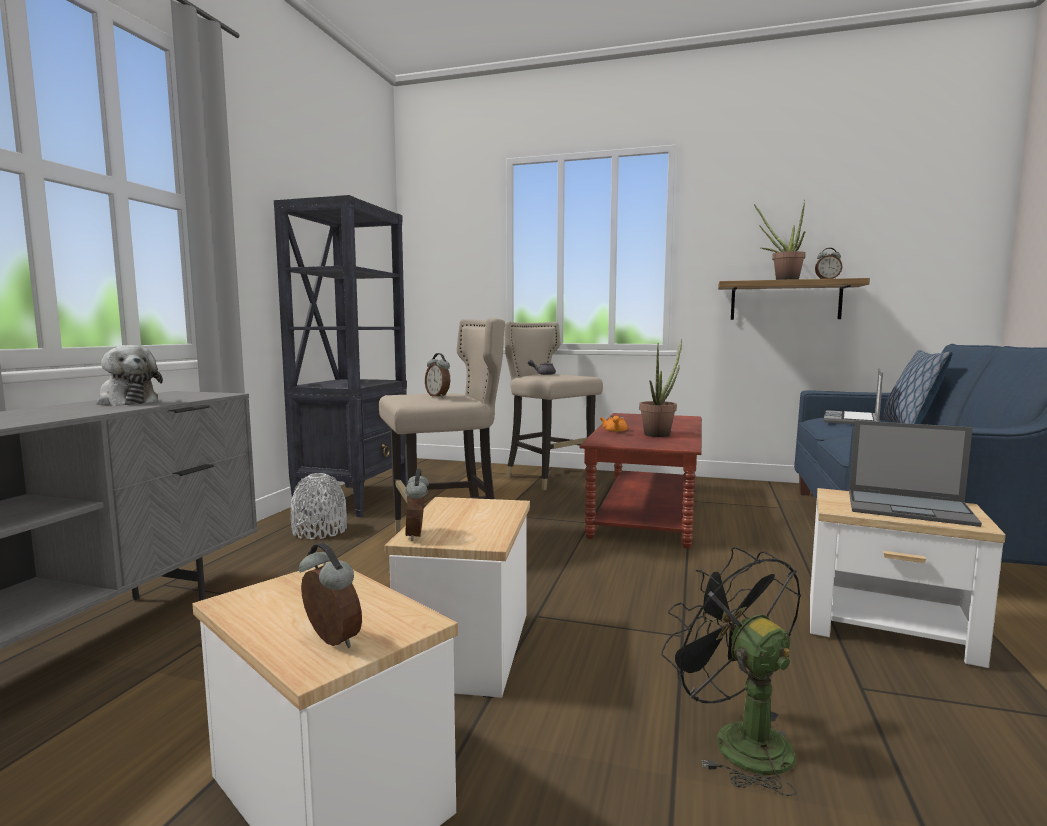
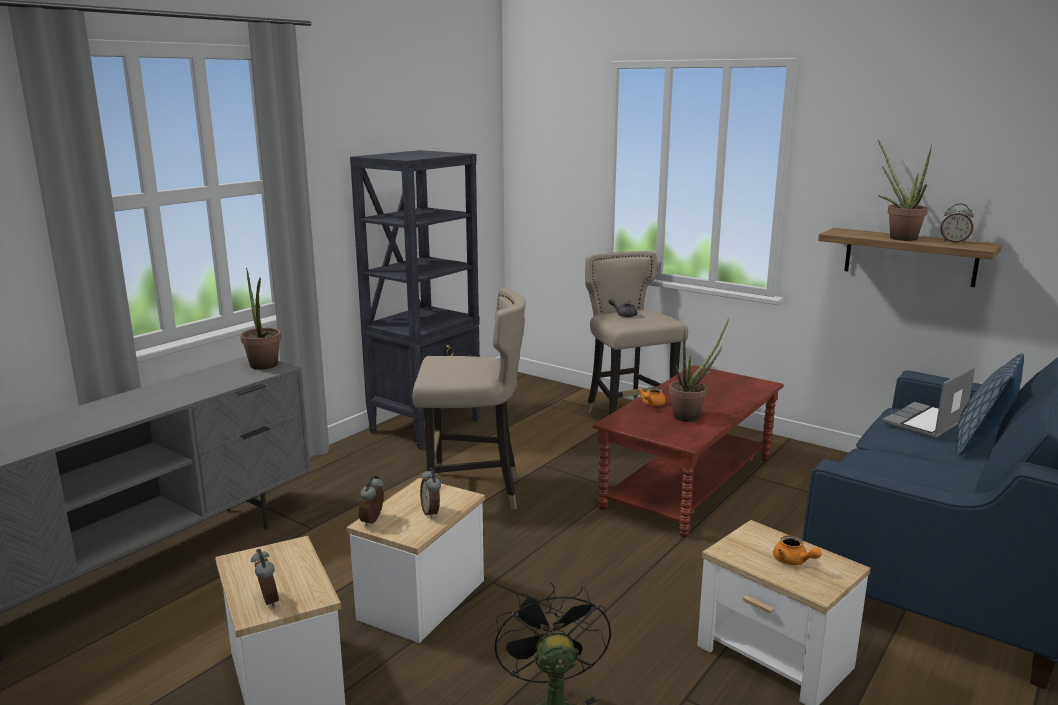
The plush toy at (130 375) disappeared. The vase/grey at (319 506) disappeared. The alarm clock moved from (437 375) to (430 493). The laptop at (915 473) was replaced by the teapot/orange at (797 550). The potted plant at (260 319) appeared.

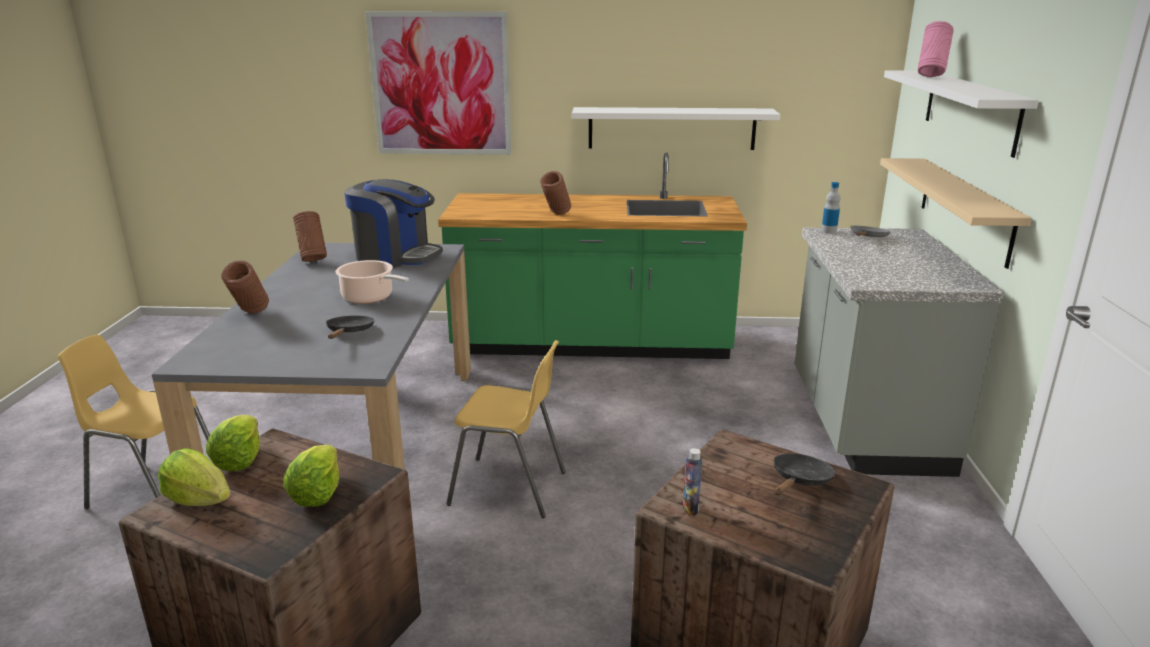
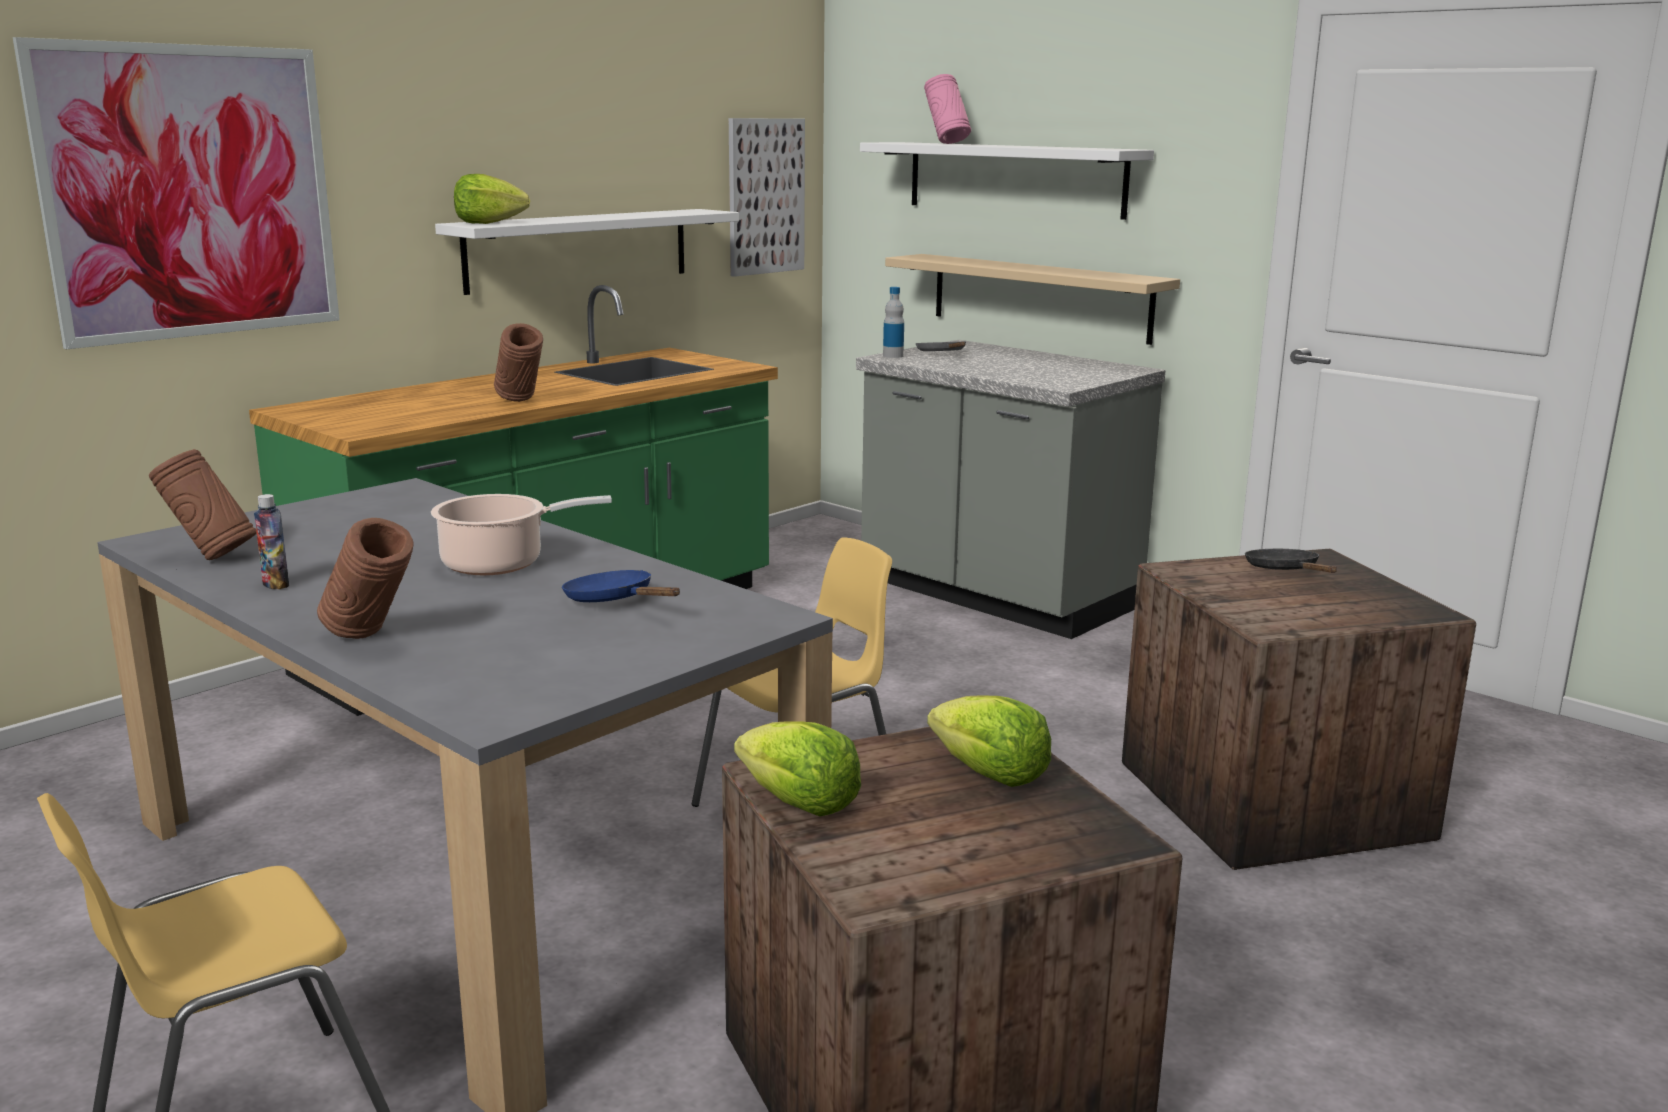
The lettuce moved from (194 477) to (492 199). The frying pan/black at (350 327) became the frying pan/blue at (621 586). The coffee machine at (393 223) disappeared. The bottle moved from (693 482) to (271 541). The picture at (767 197) appeared.

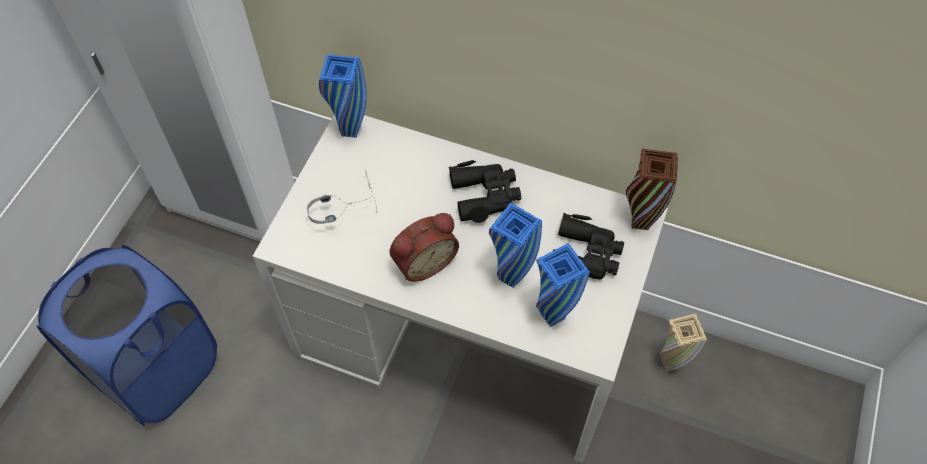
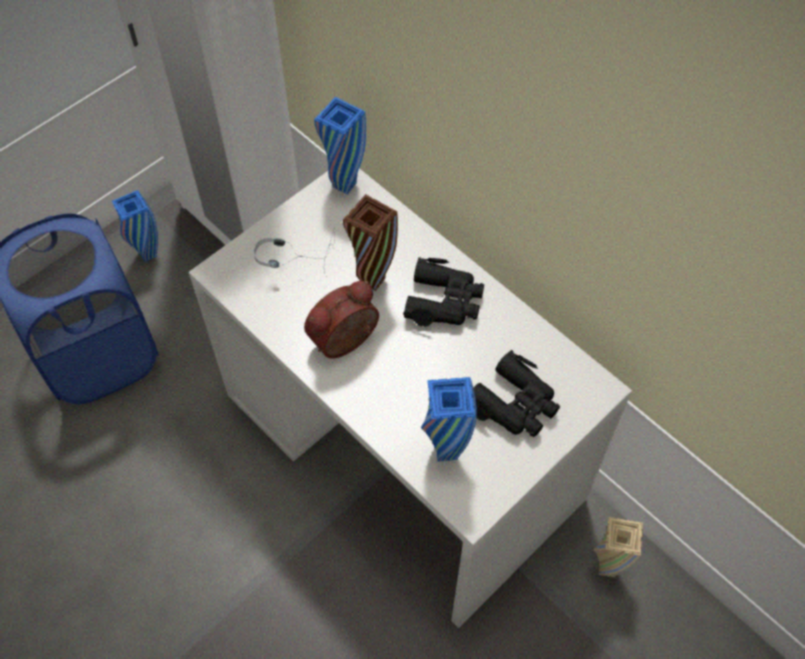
The alarm clock at (424 247) turned 150 degrees clockwise. The vase/blue moved from (515 245) to (135 226). The vase/brown moved from (652 189) to (370 242).

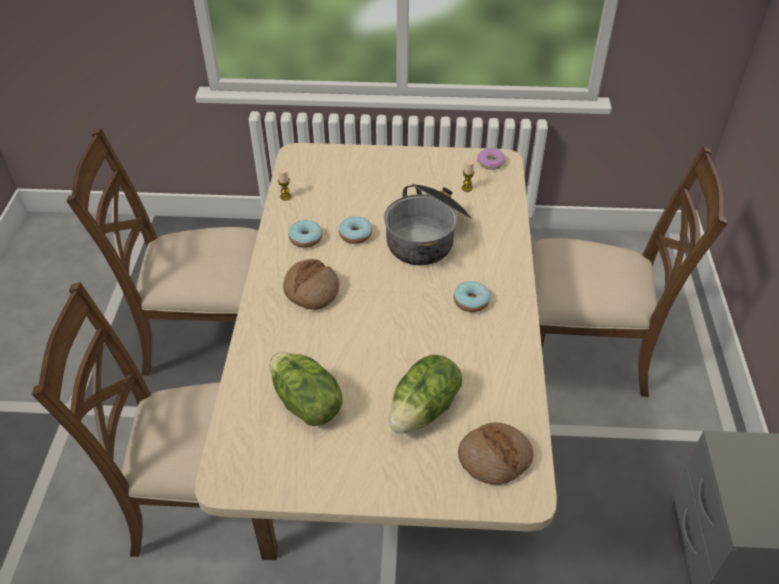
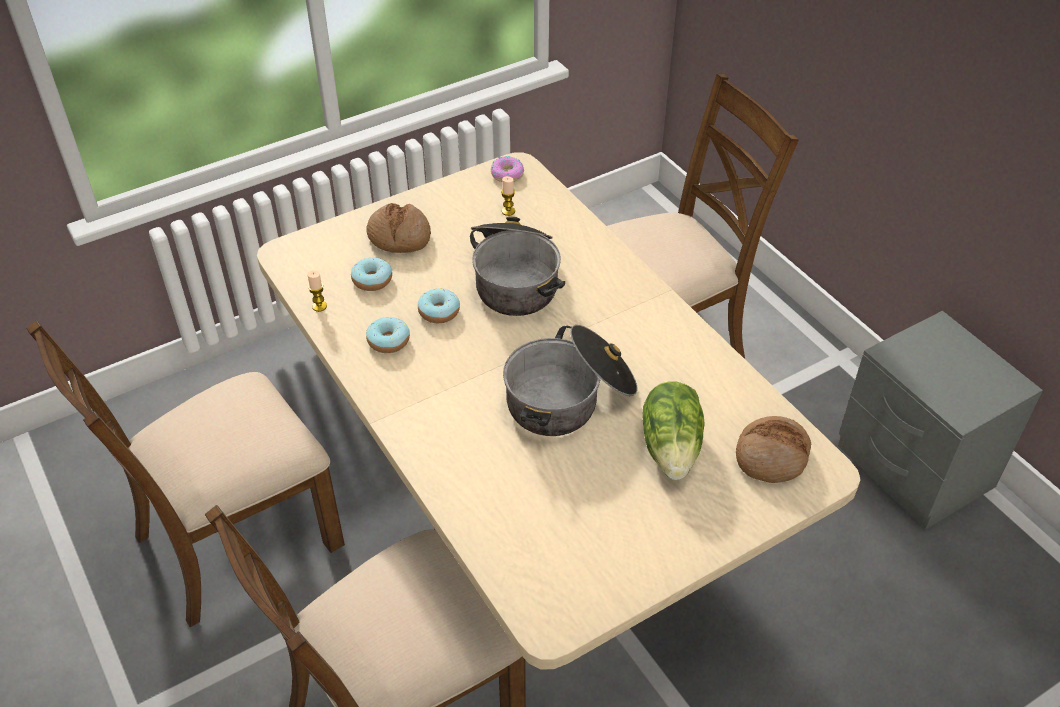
The lettuce at (306 389) disappeared. The bread moved from (311 284) to (398 228). The donut moved from (472 296) to (371 274). The cooking pot at (570 380) appeared.

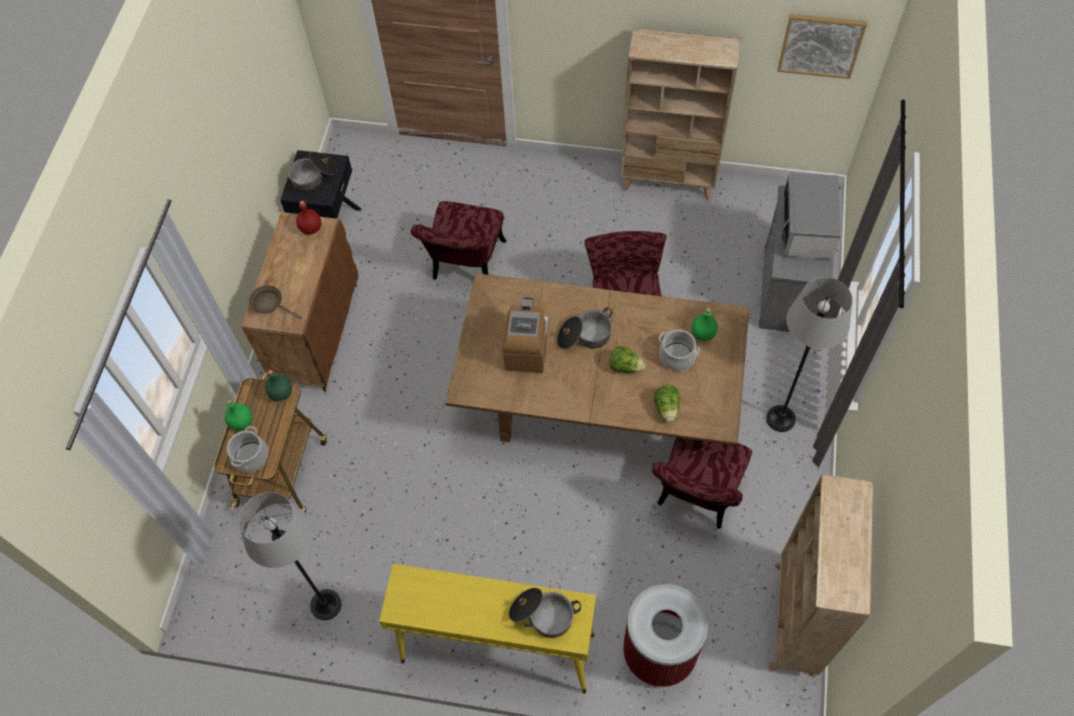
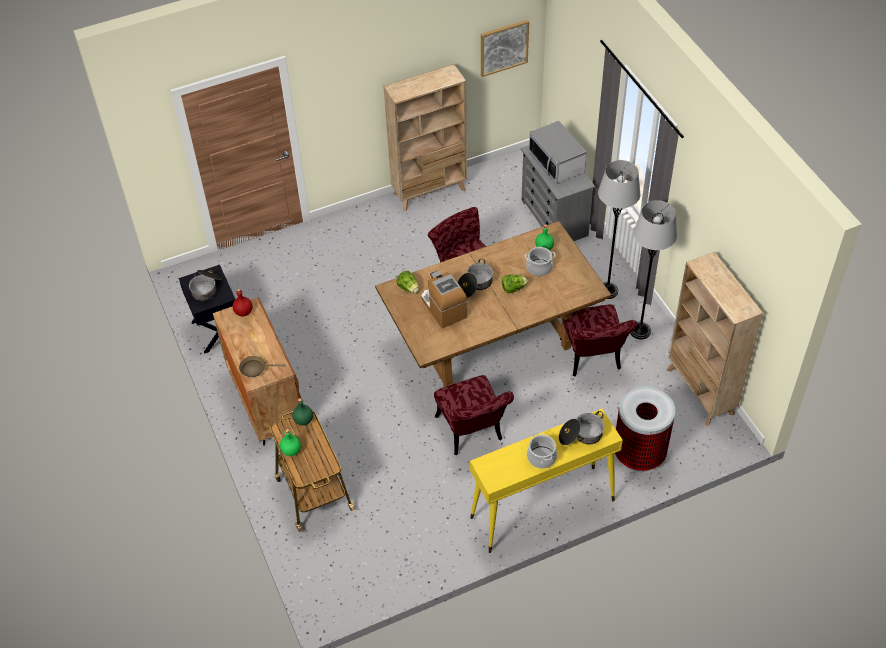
The cooking pot moved from (247 449) to (542 450). The floor lamp/grey moved from (290 556) to (653 269). The chair/red moved from (458 240) to (474 415). The lettuce moved from (667 403) to (408 282).

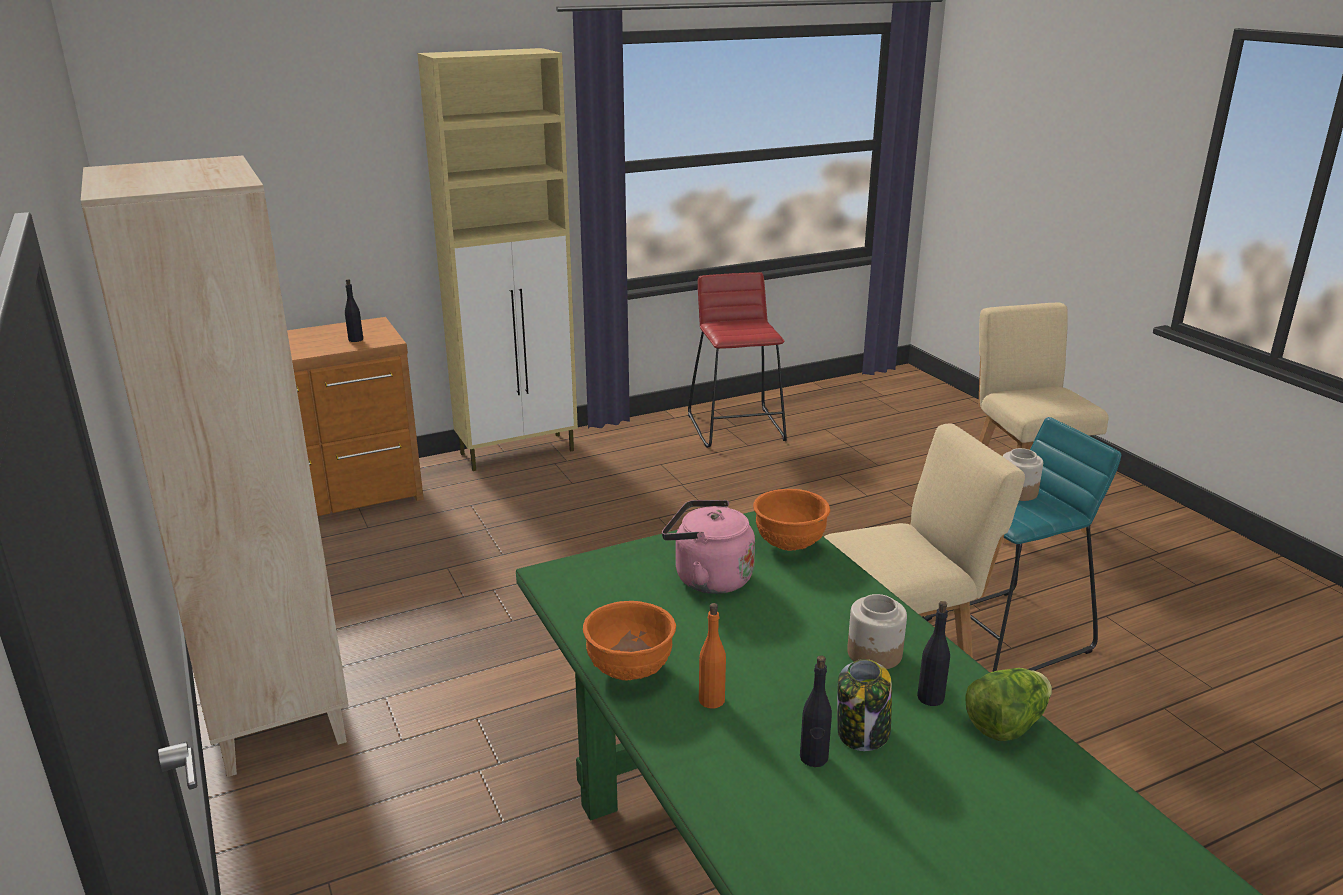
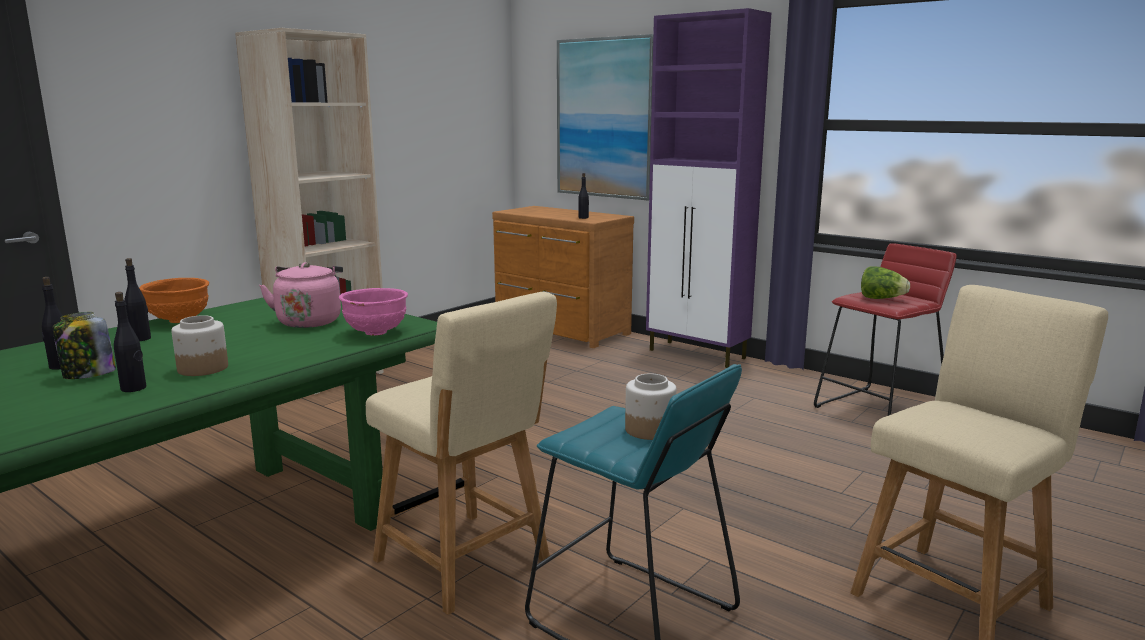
The cabinet/beige at (497 259) became the cabinet/purple at (708 188). The bottle/orange at (712 656) became the bottle/black at (137 299). The bowl/orange at (791 520) became the bowl/pink at (373 312). The lettuce moved from (1008 704) to (885 282). The picture at (605 117) appeared.

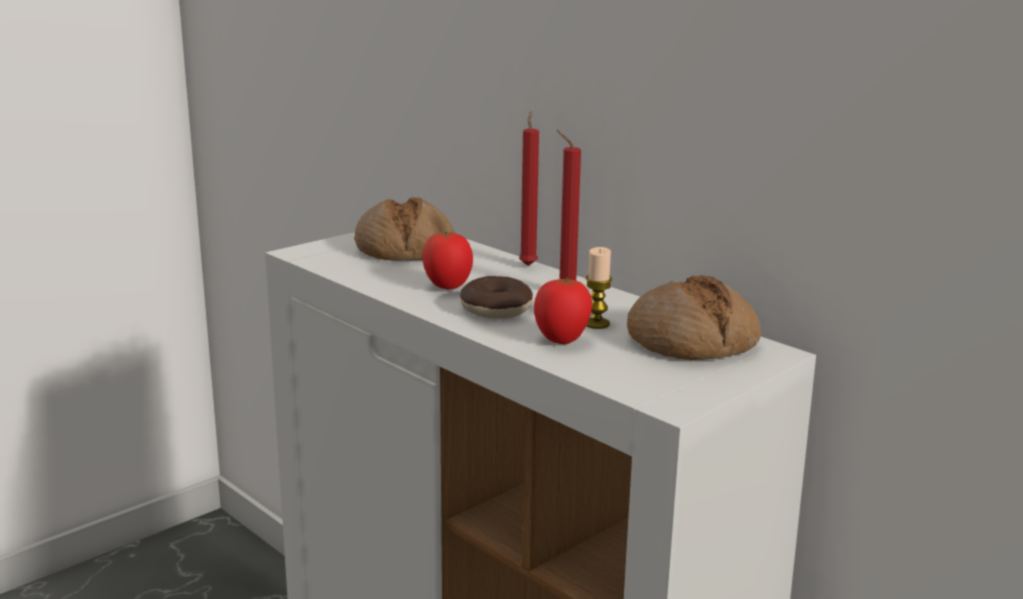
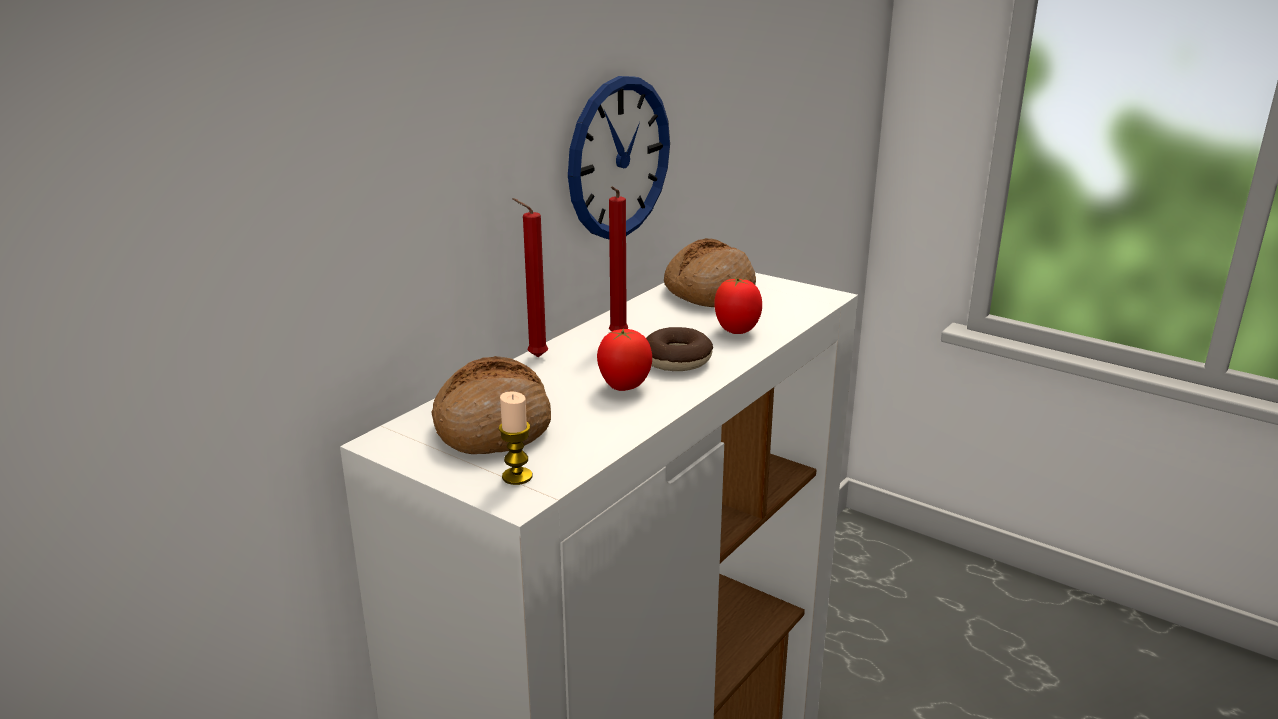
The candle moved from (598 288) to (515 438). The wall clock at (619 157) appeared.

